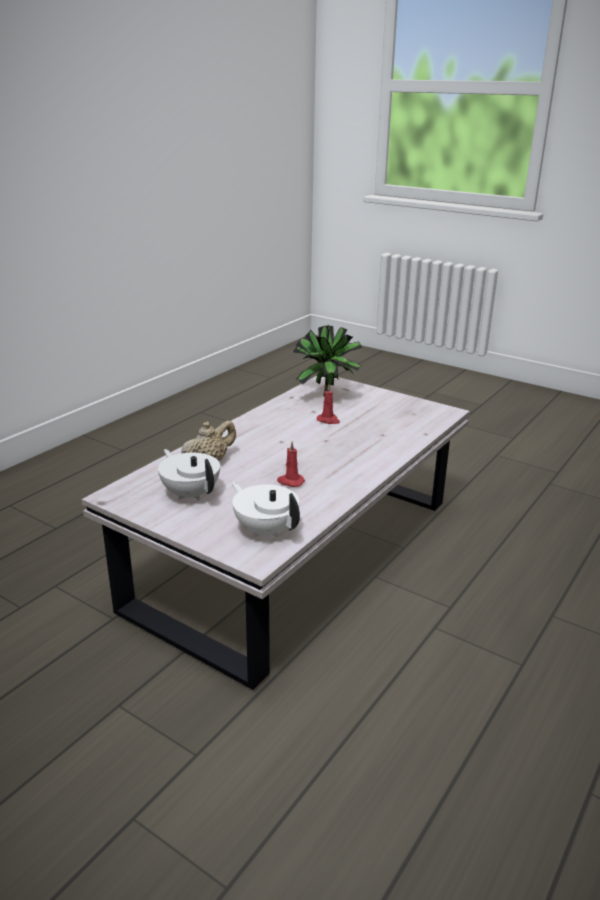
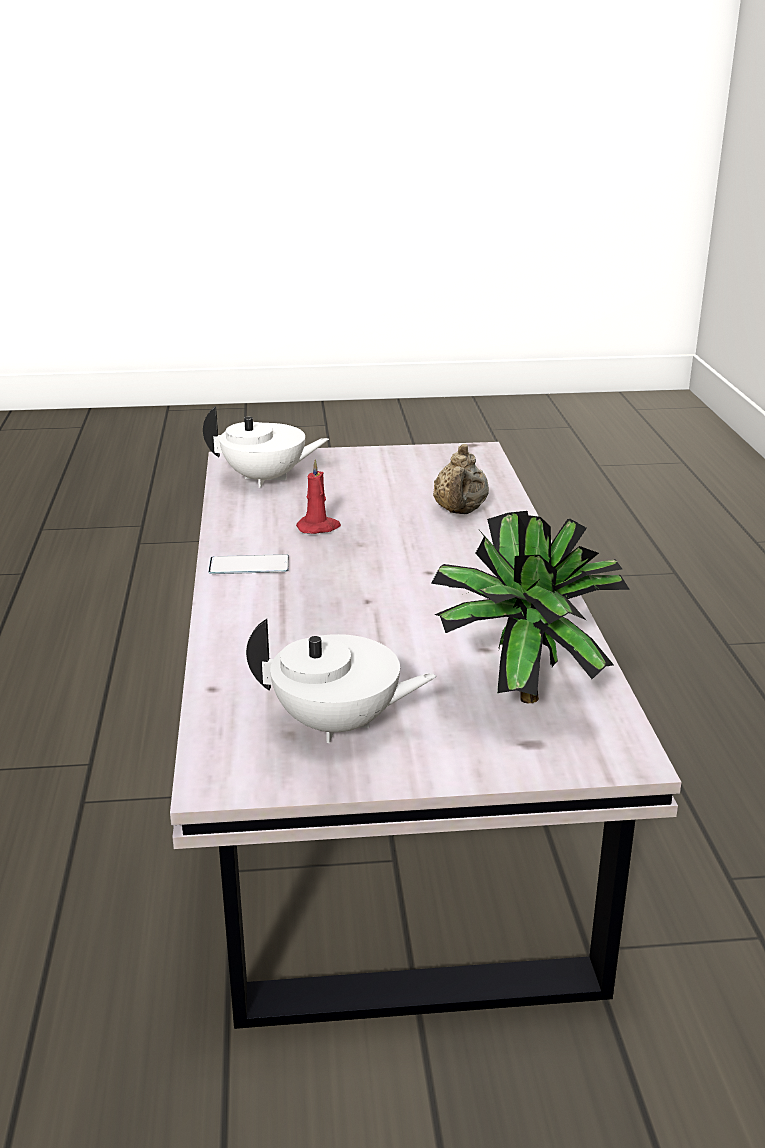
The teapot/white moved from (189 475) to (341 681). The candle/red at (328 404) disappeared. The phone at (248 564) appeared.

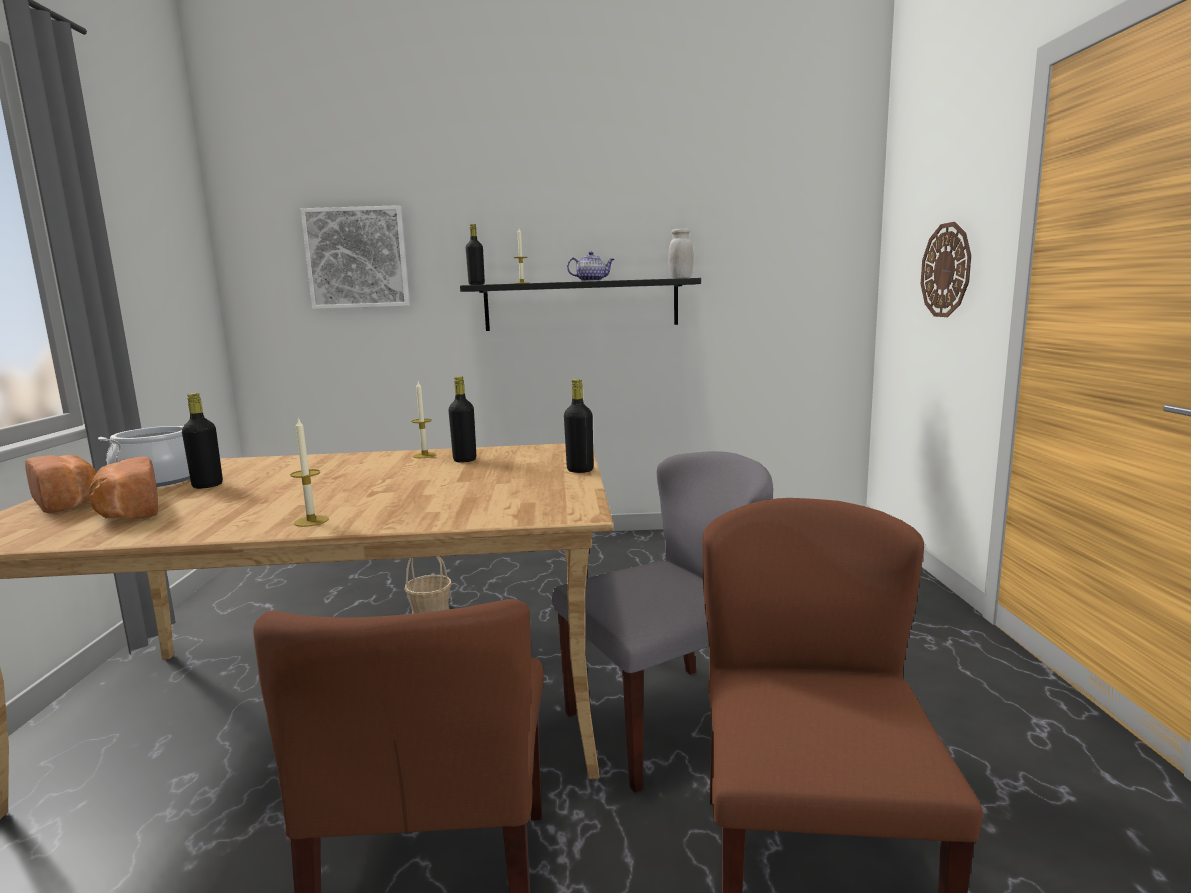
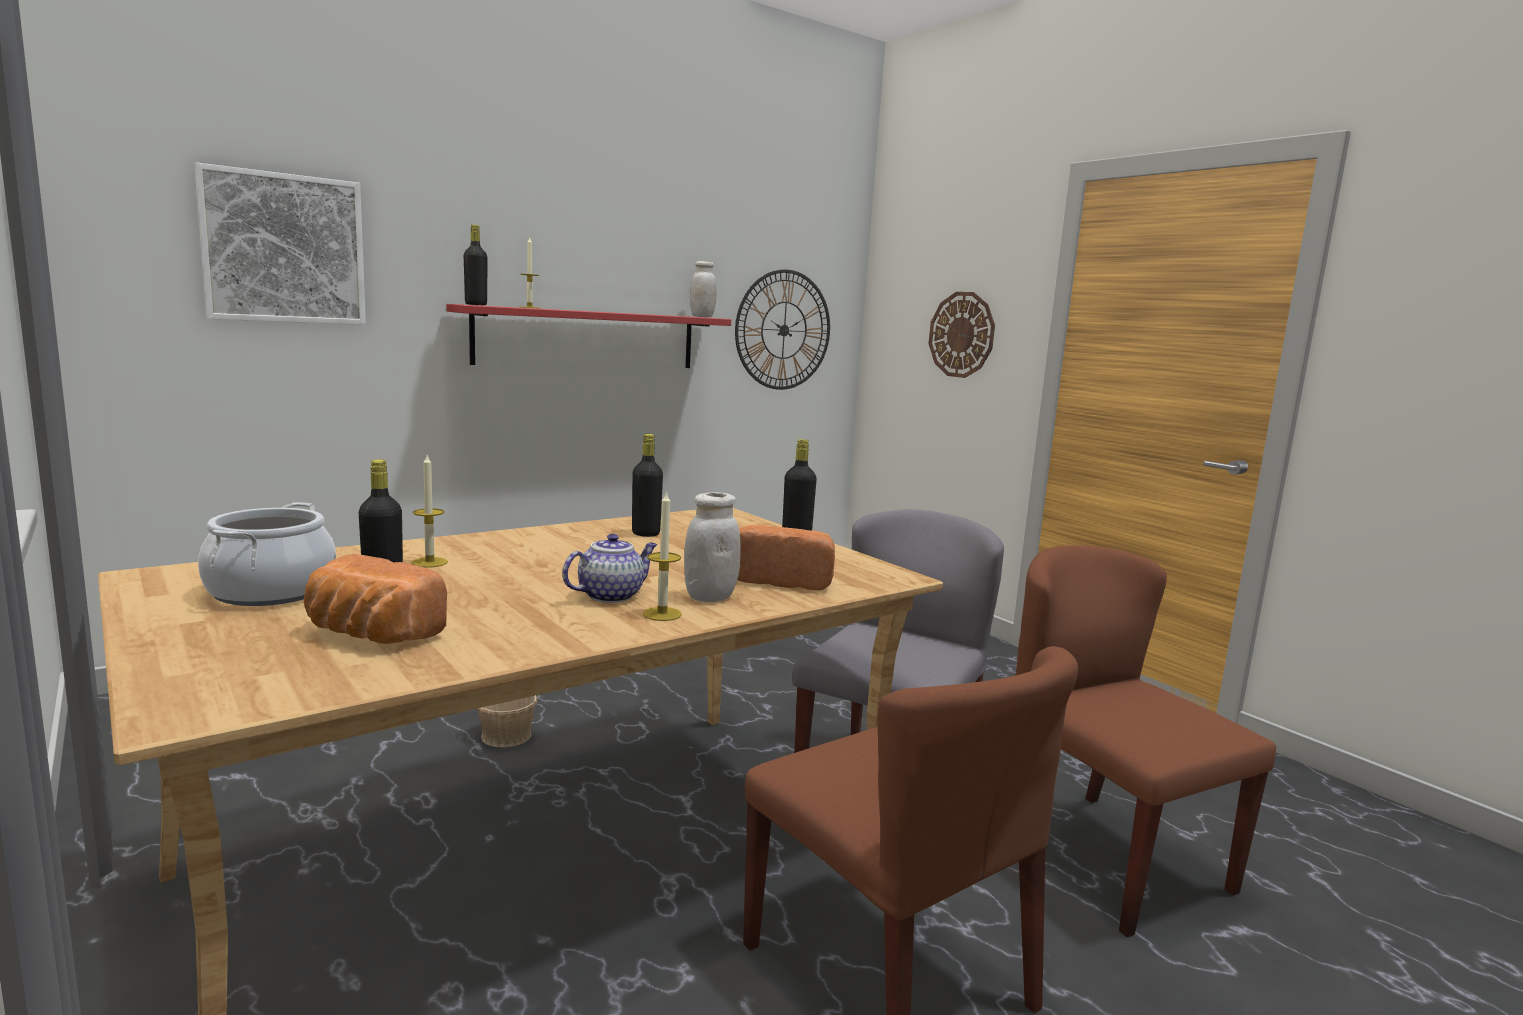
The bread moved from (61 484) to (786 557). The candle moved from (424 420) to (430 511). The shelf/black at (580 304) became the shelf/red at (588 336). The teapot moved from (590 266) to (609 568). The jar/white at (712 547) appeared. The wall clock at (782 329) appeared.

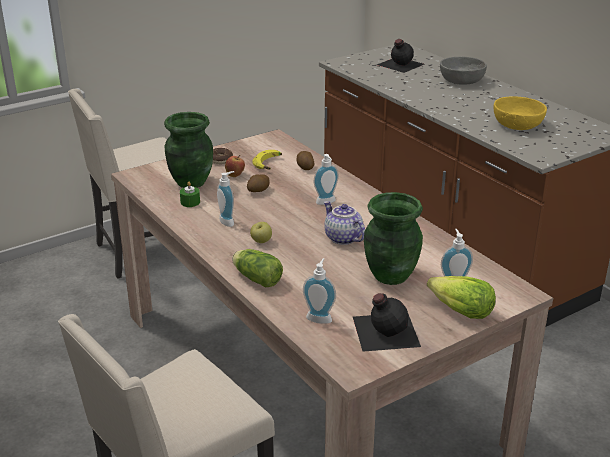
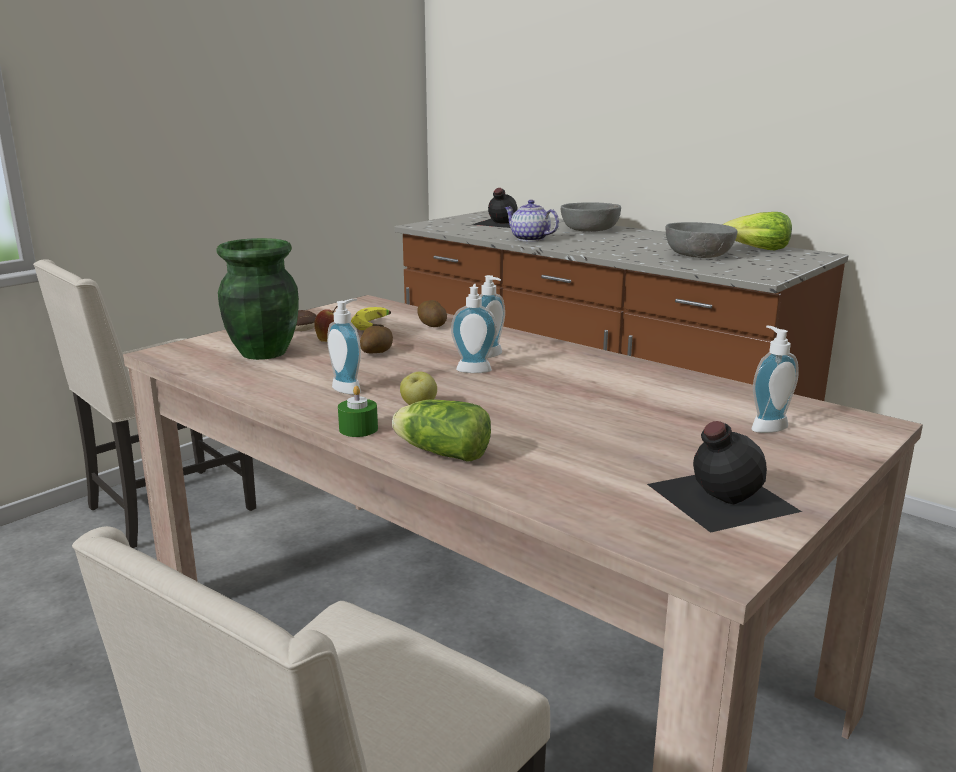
The candle/green moved from (190 194) to (358 411). The soap dispenser moved from (319 291) to (474 328). The teapot moved from (344 223) to (531 221). The vase/green at (393 238) disappeared. The lettuce moved from (461 297) to (757 231). The bowl/yellow at (520 113) became the bowl/grey at (701 240).

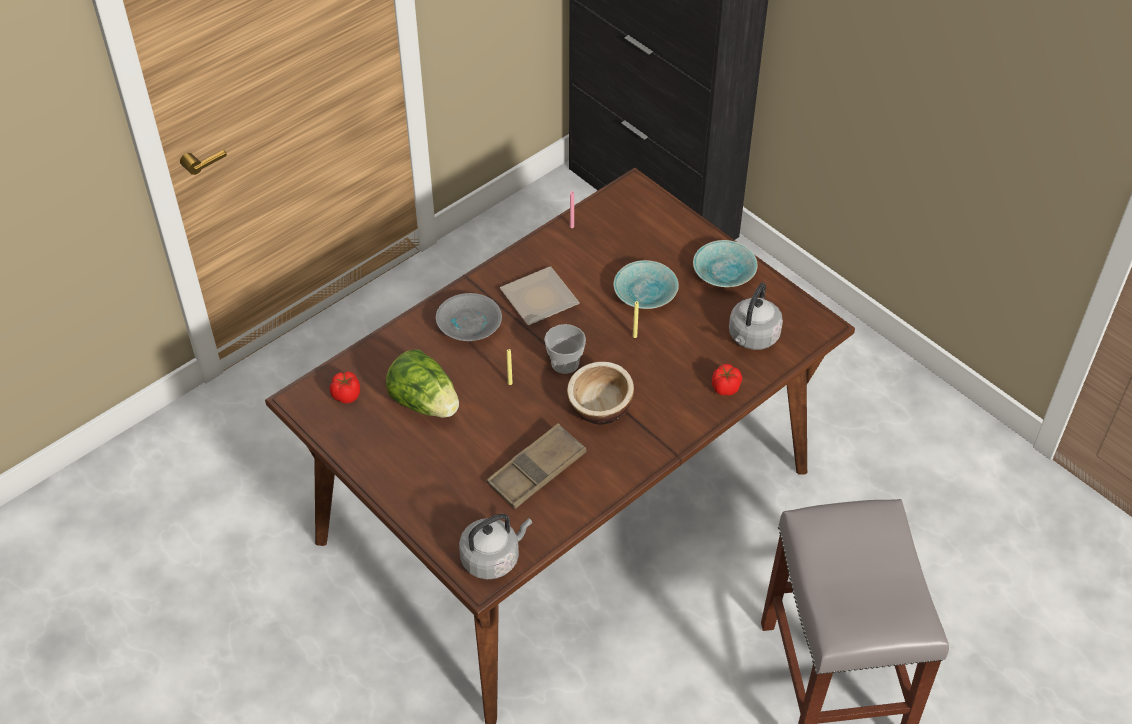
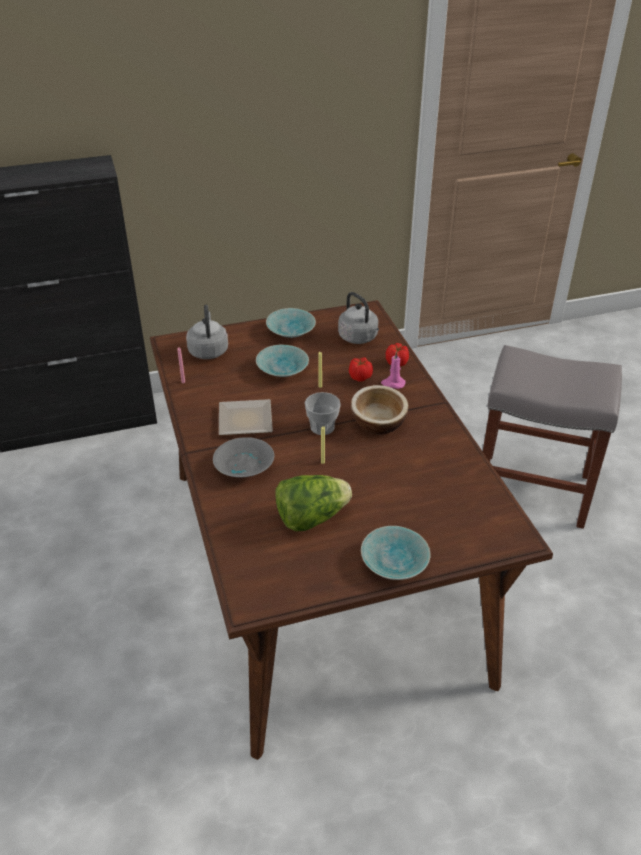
The tomato moved from (345 387) to (361 369). The kettle/grey moved from (495 546) to (207 332). The tray/brown at (537 466) disappeared. The bowl/turquoise at (396 553) appeared. The candle/pink at (393 370) appeared.

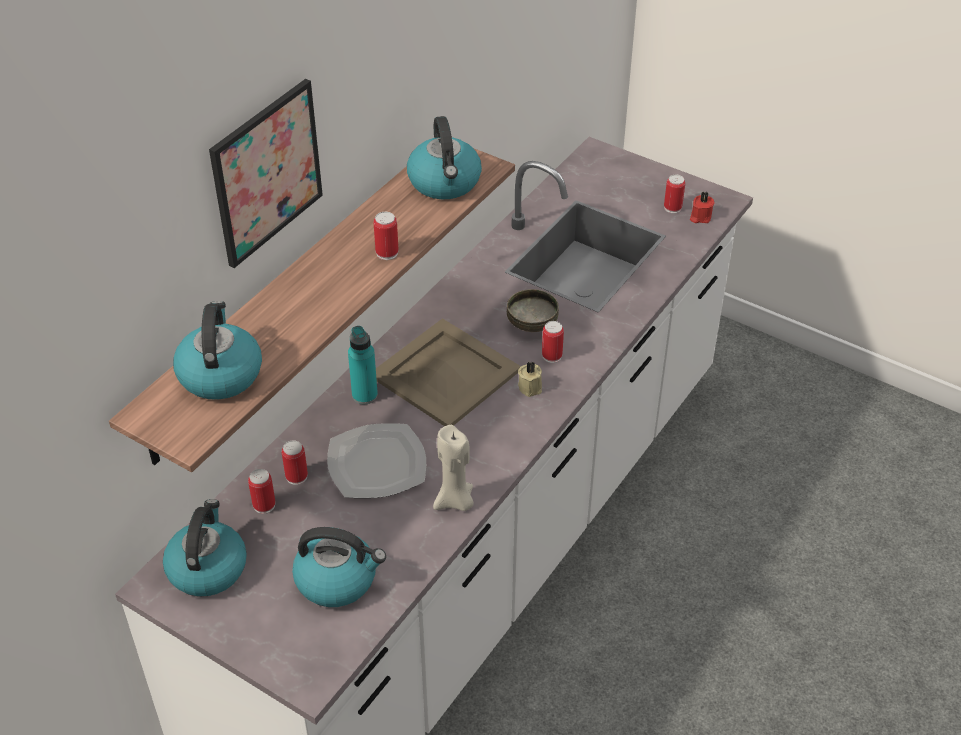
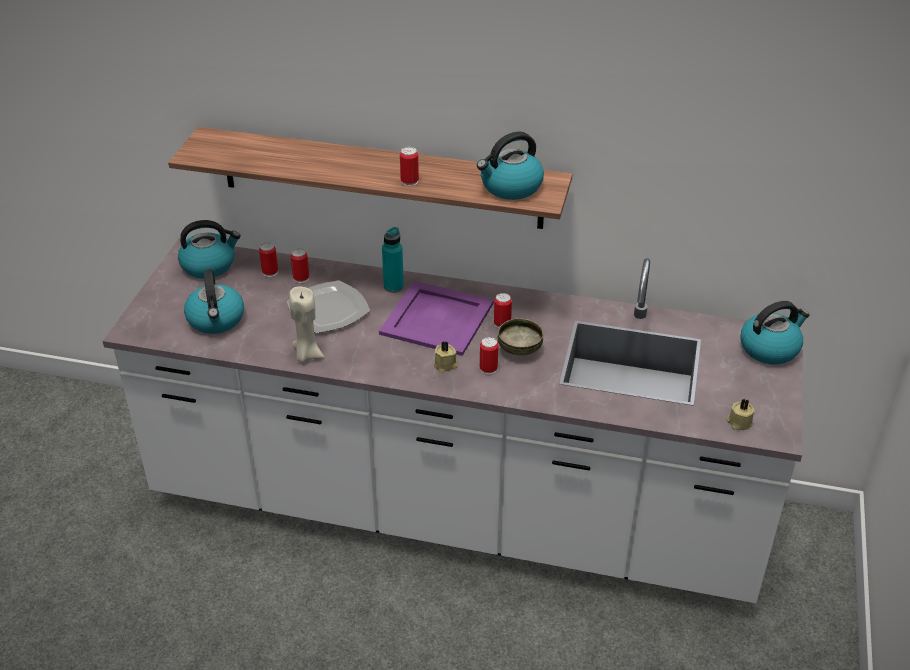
The kettle moved from (217 350) to (775 332). The picture at (266 173) disappeared. The tray/beige at (448 372) became the tray/purple at (436 318). The can moved from (674 194) to (503 310). The candle/red at (702 207) became the candle/beige at (740 414).

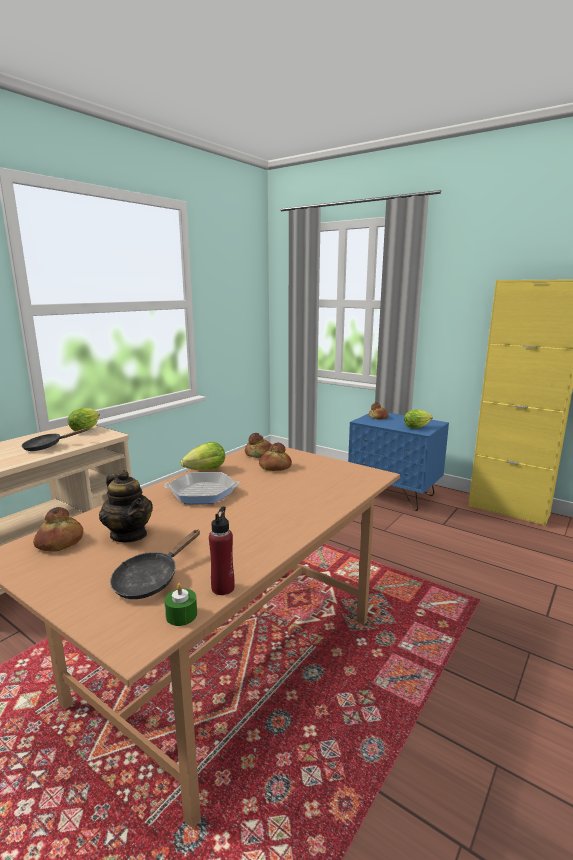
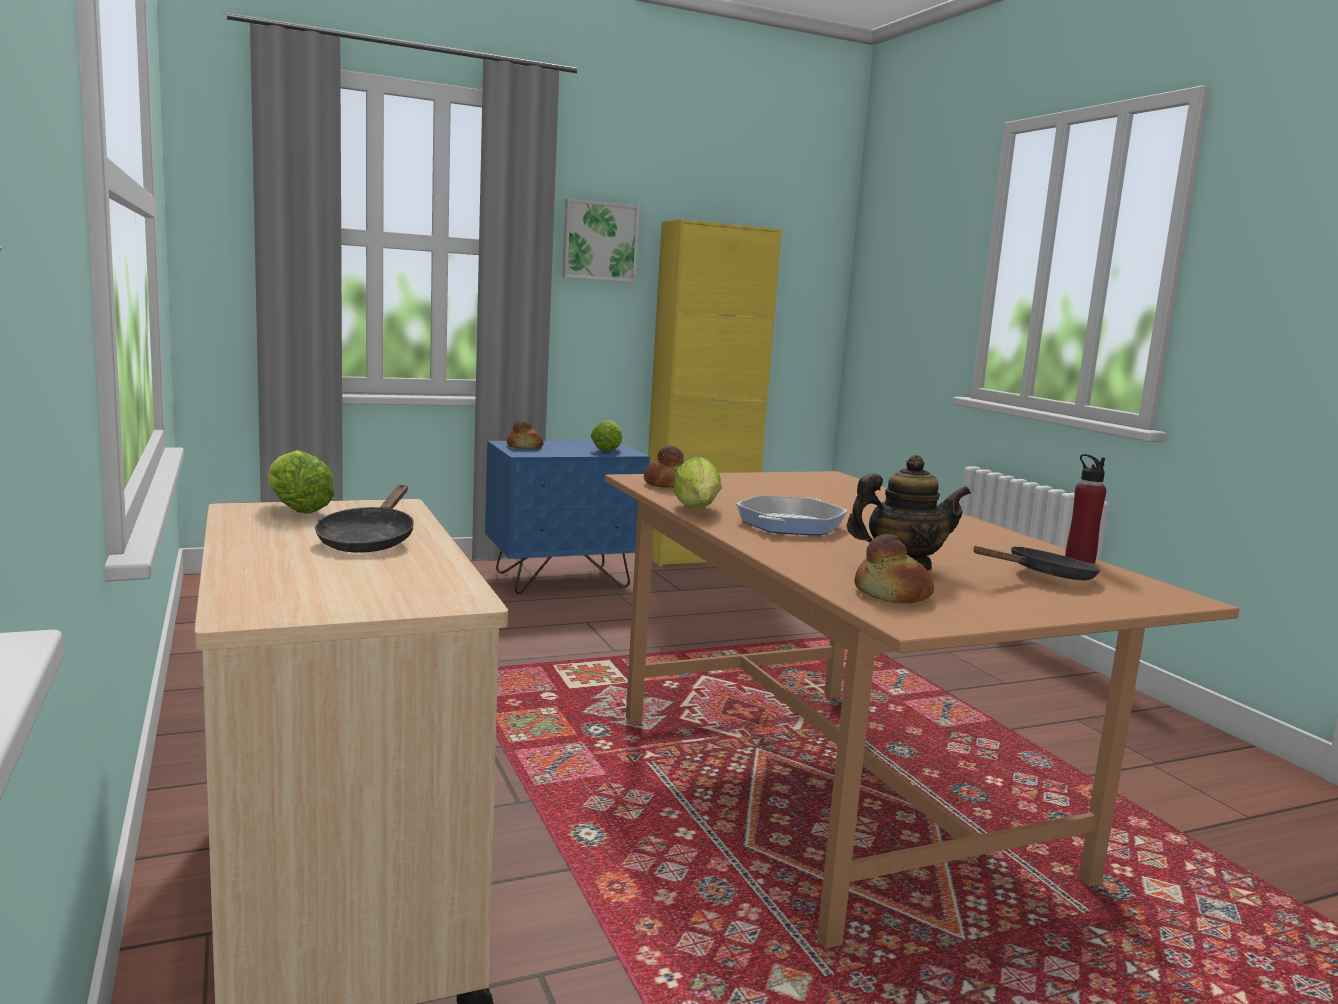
The frying pan/black at (155 564) turned 90 degrees counterclockwise. The candle/green at (180 604) disappeared. The bread at (275 457) disappeared. The picture at (601 240) appeared.

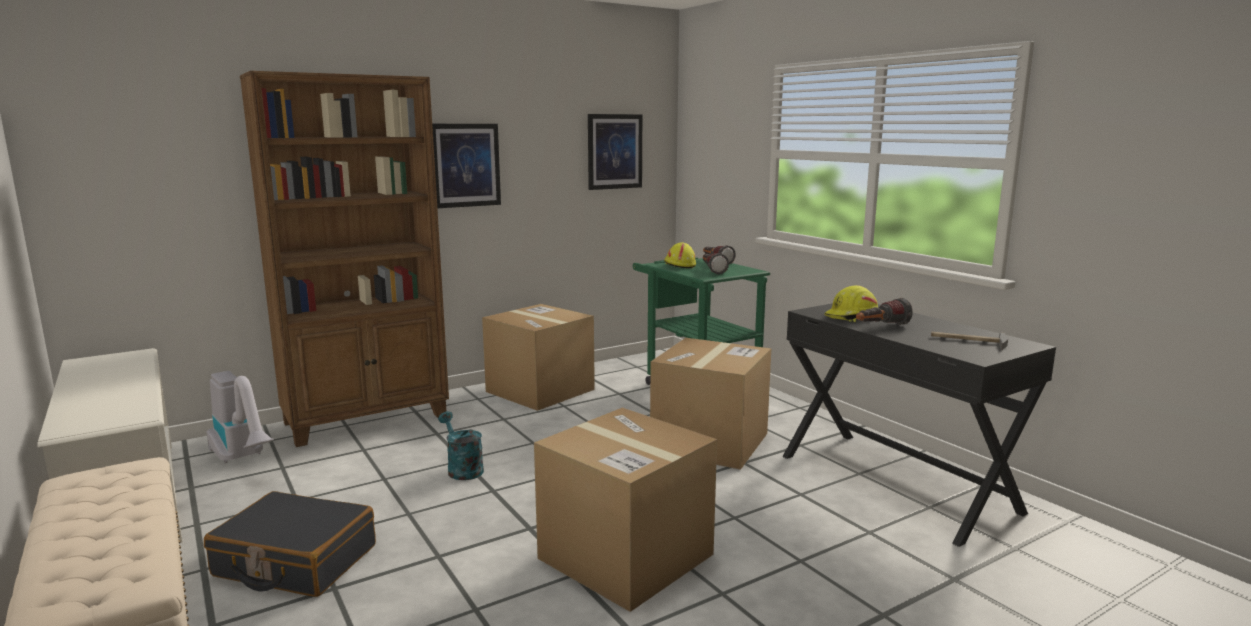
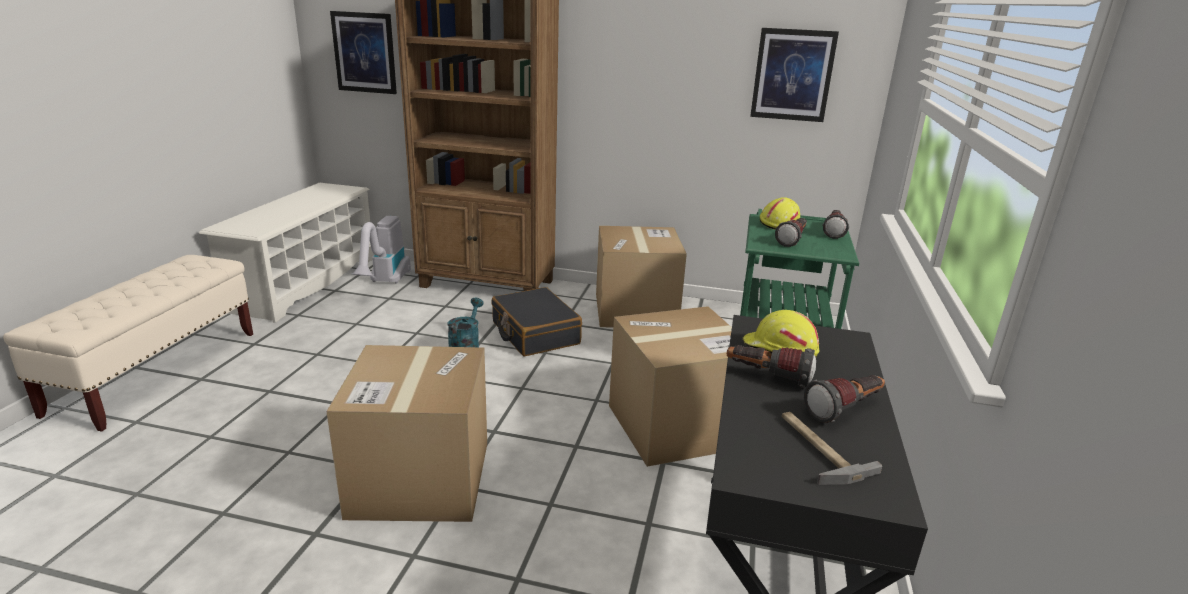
The suitcase/black moved from (290 544) to (536 321). The picture moved from (466 166) to (363 52). The flashlight at (844 399) appeared.

